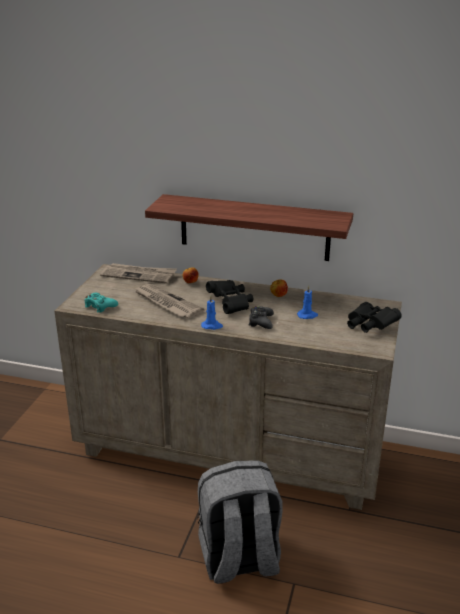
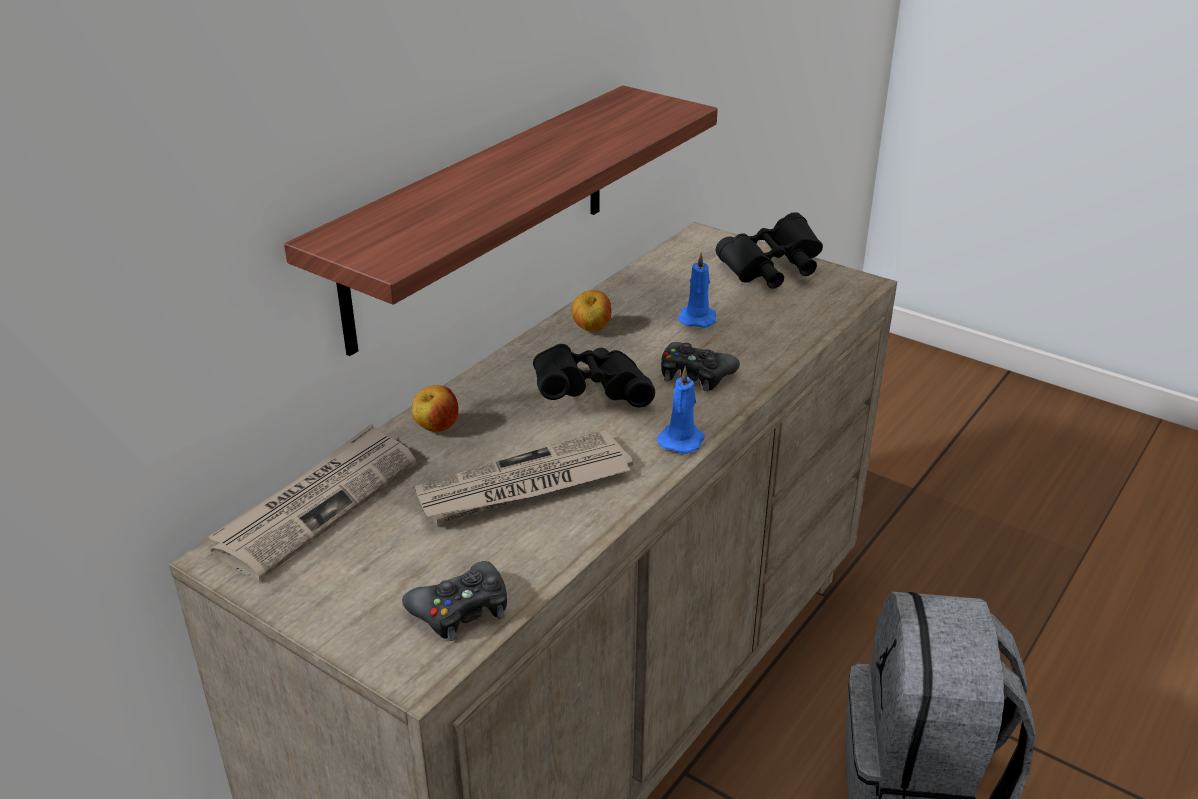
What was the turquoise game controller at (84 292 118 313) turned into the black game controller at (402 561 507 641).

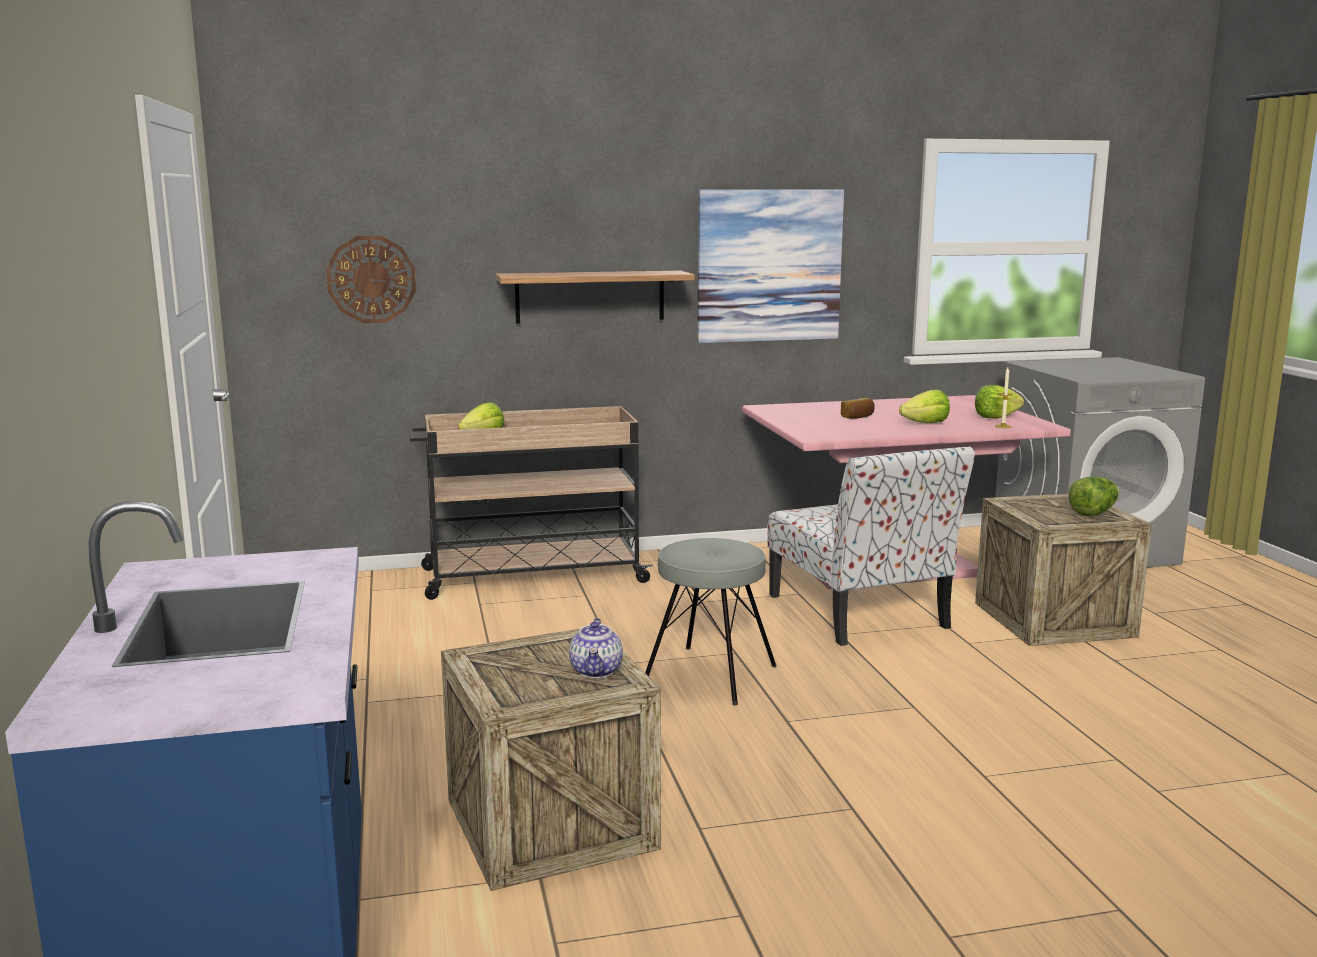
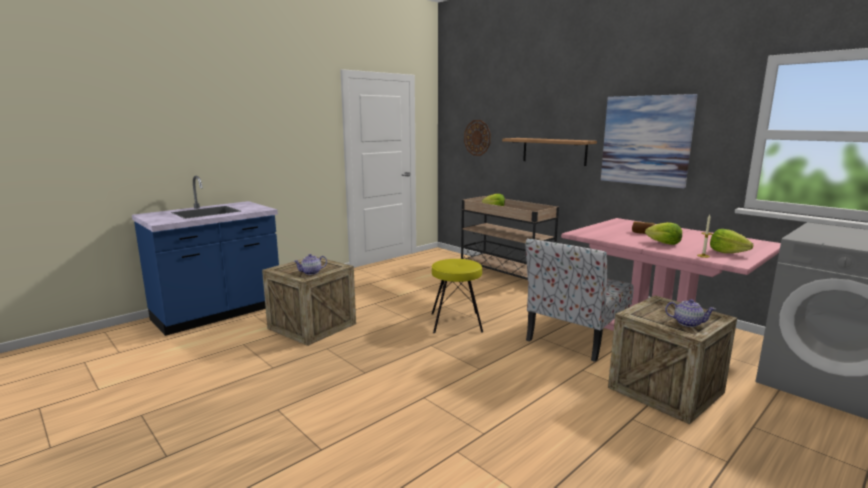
Where the lettuce stood at (1069 476 1119 516), the teapot came to stand at (665 299 716 327).
What was the grey stool at (645 538 777 706) turned into the yellow stool at (432 259 483 333).

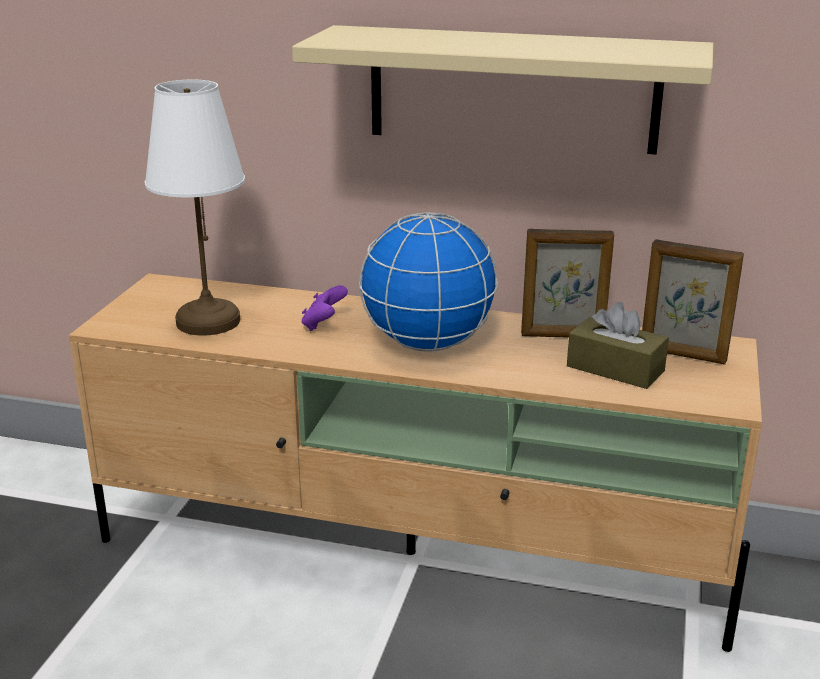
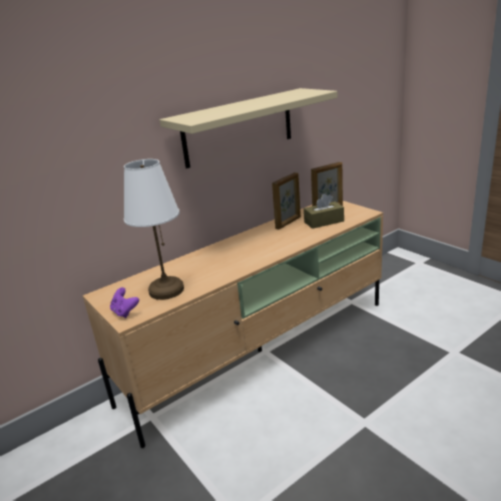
The second view lost the globe at (359 212 498 352).
The purple game controller ended up elsewhere, having gone from (302 285 348 331) to (110 287 139 318).

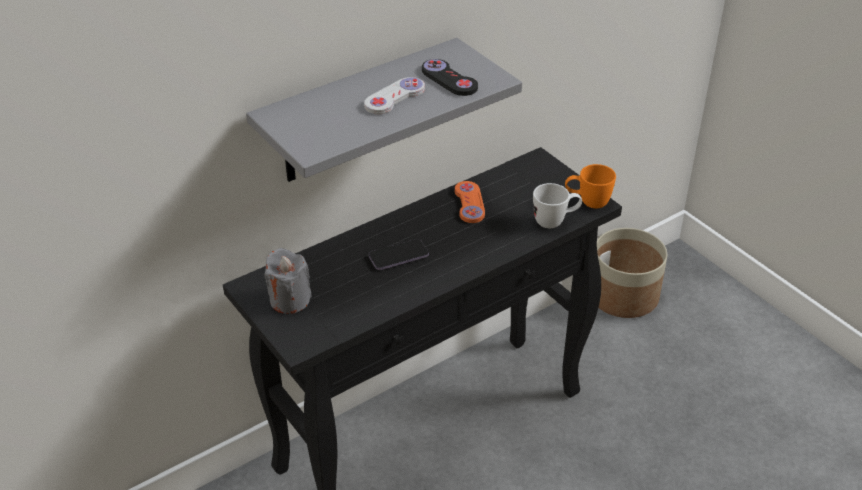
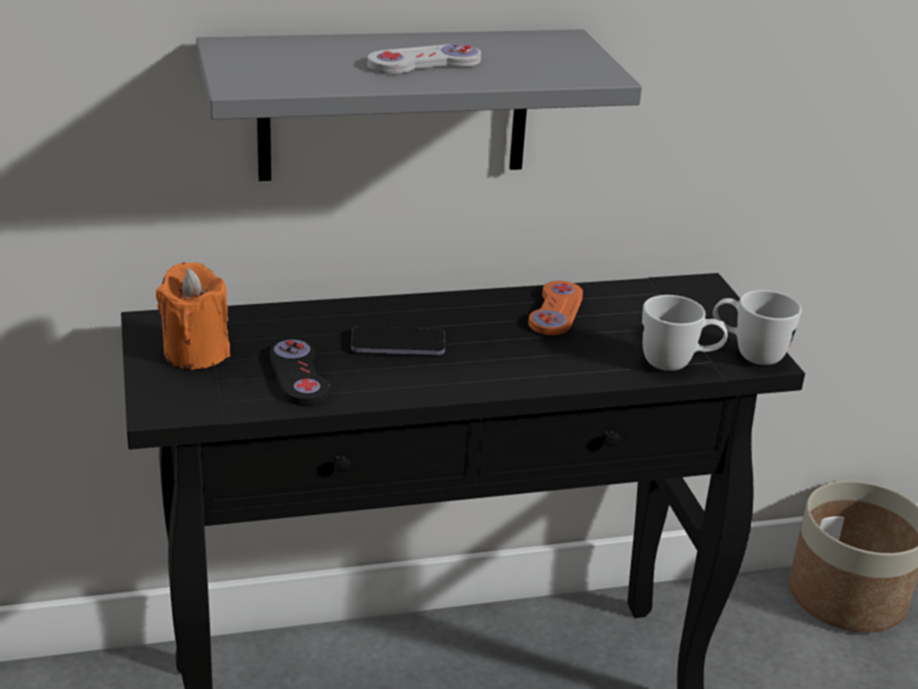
The black game controller ended up elsewhere, having gone from (422 59 478 96) to (270 339 330 406).
What was the grey candle at (264 248 312 314) turned into the orange candle at (156 262 230 370).
What was the orange mug at (565 164 616 208) turned into the white mug at (713 290 802 365).

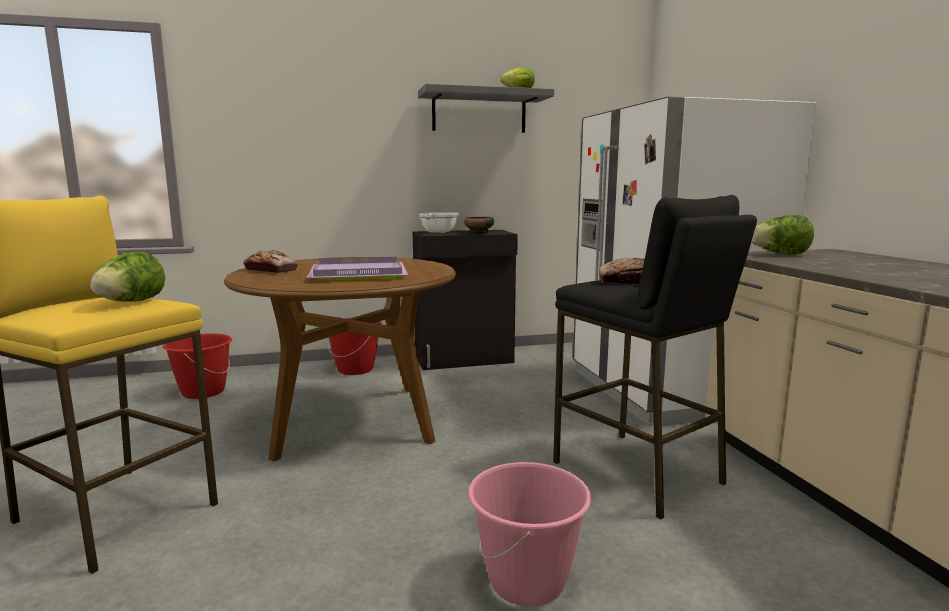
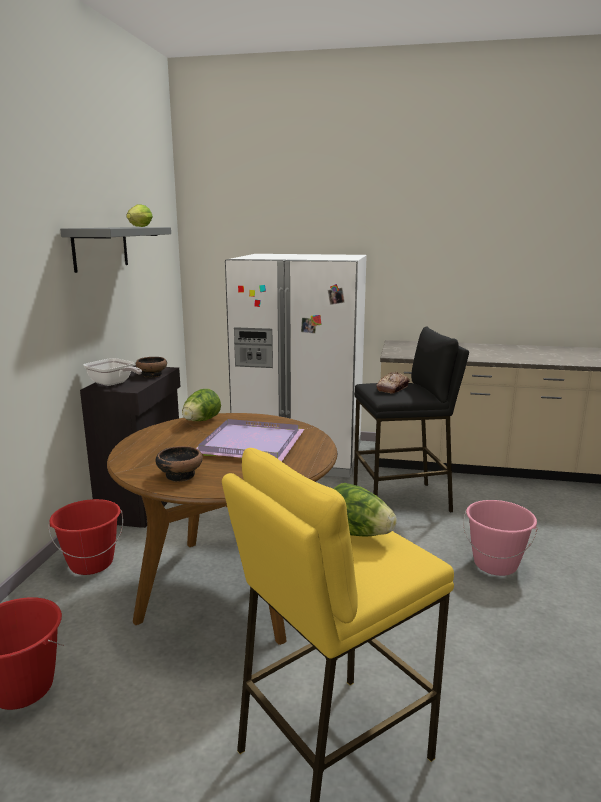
The lettuce ended up elsewhere, having gone from (751 215 814 255) to (182 389 221 421).
Where the bread stood at (243 250 298 273), the bowl came to stand at (156 446 203 482).

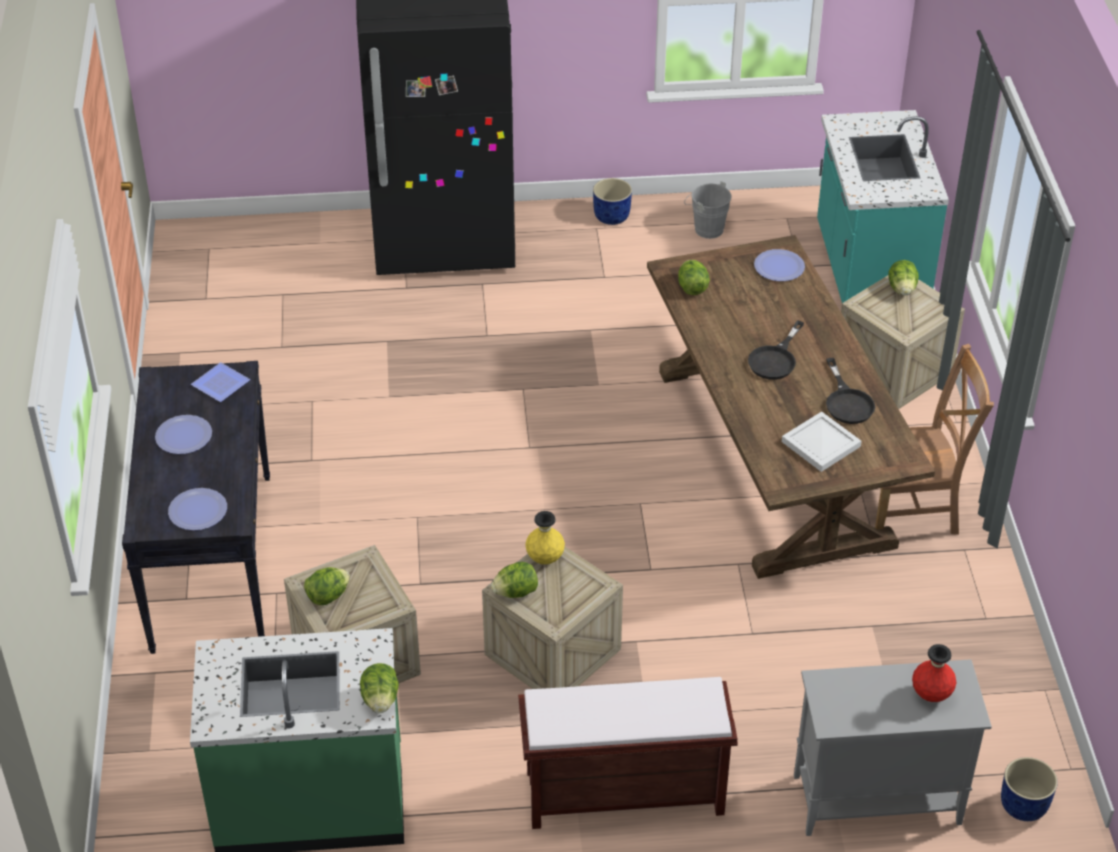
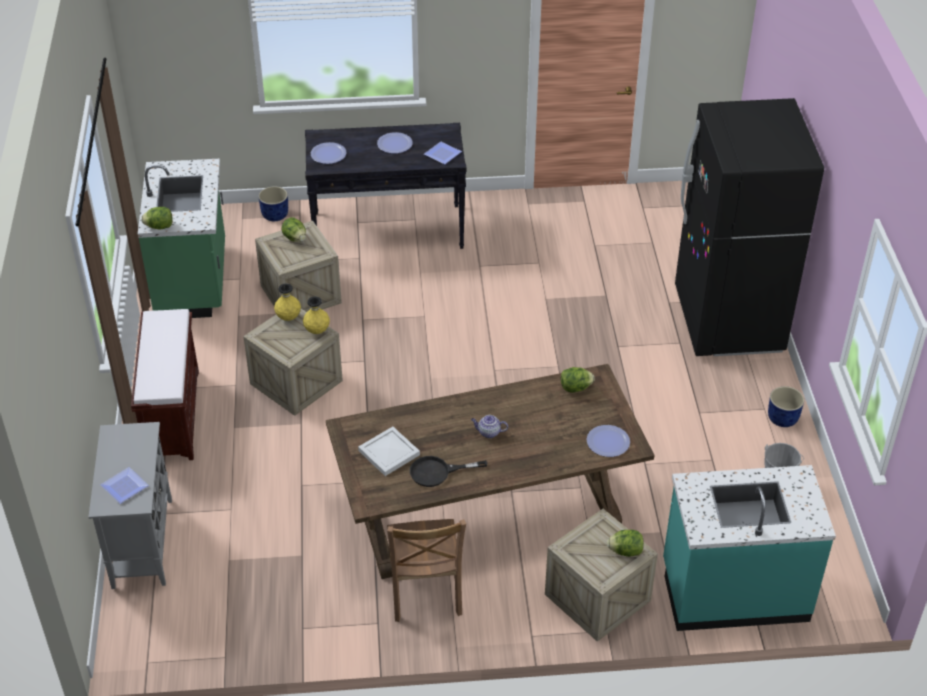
The blue planter ended up elsewhere, having gone from (1001 757 1058 821) to (258 186 288 221).
Where the lettuce stood at (491 562 538 598), the yellow vase came to stand at (274 283 301 321).
Where the black frying pan stood at (748 320 804 380), the teapot came to stand at (471 415 508 438).
Where the red vase stood at (912 644 956 702), the plate came to stand at (100 467 149 504).

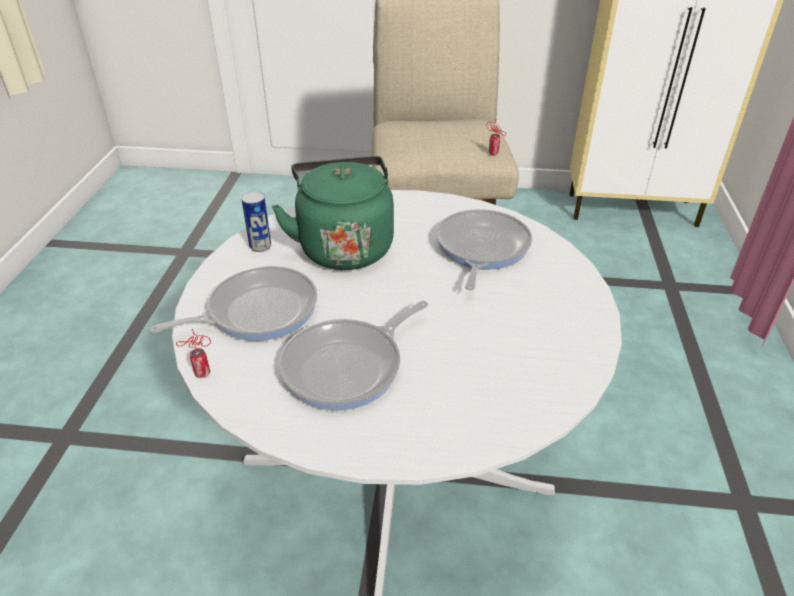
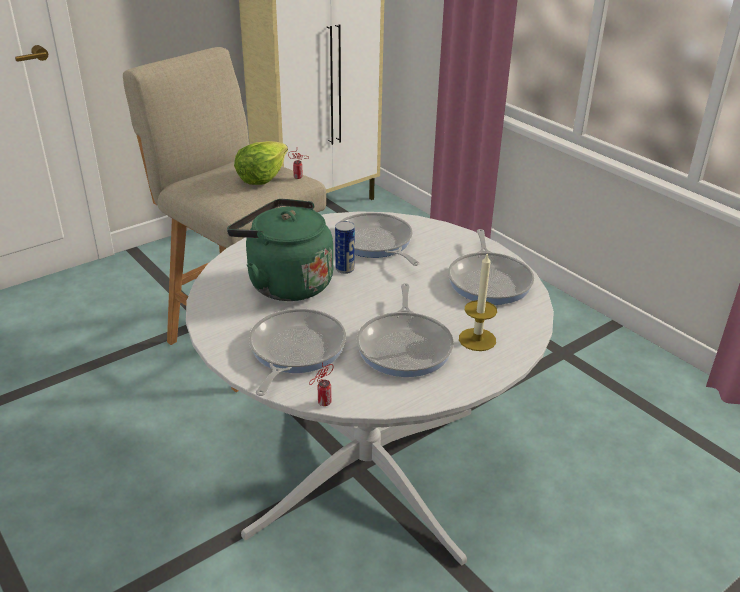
The second view gained the lettuce at (234 141 288 185).
The second view gained the frying pan at (448 229 534 305).
The second view gained the candle at (459 252 497 351).
The can ended up elsewhere, having gone from (241 191 271 252) to (335 221 355 274).

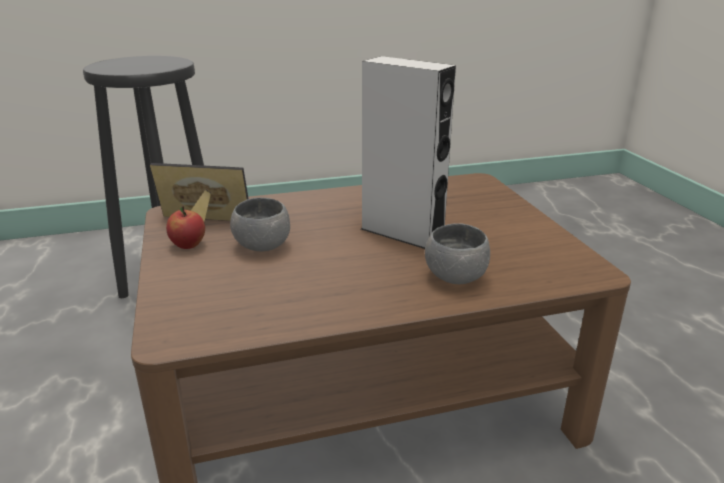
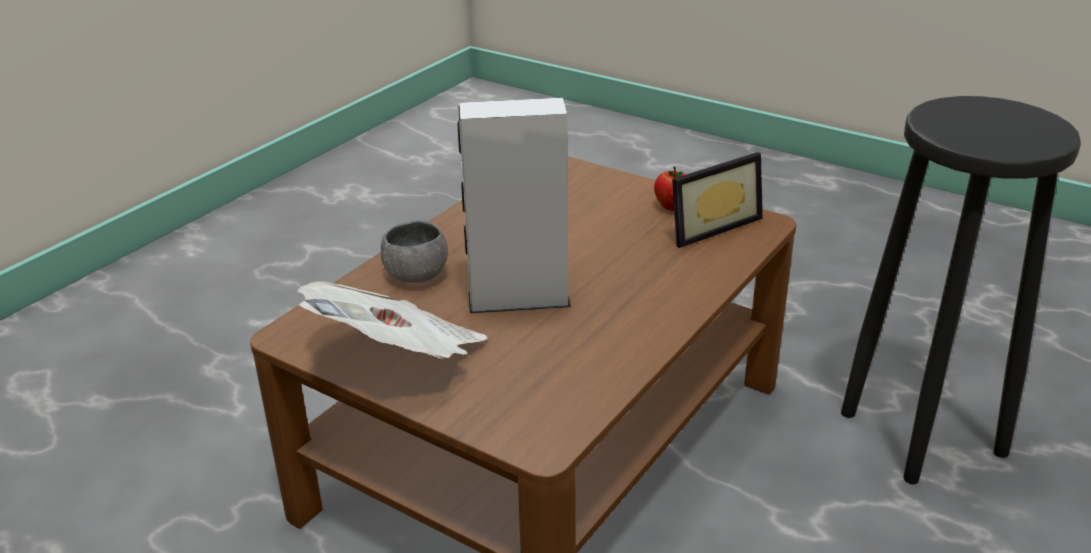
The second view lost the grey bowl at (230 197 290 251).
The second view gained the newspaper at (297 281 488 359).

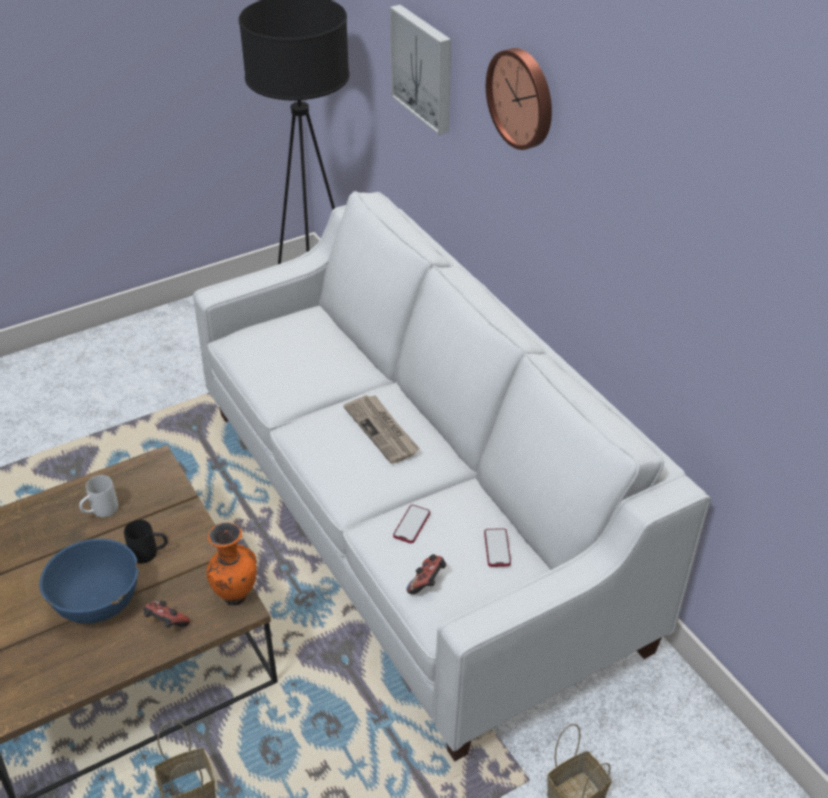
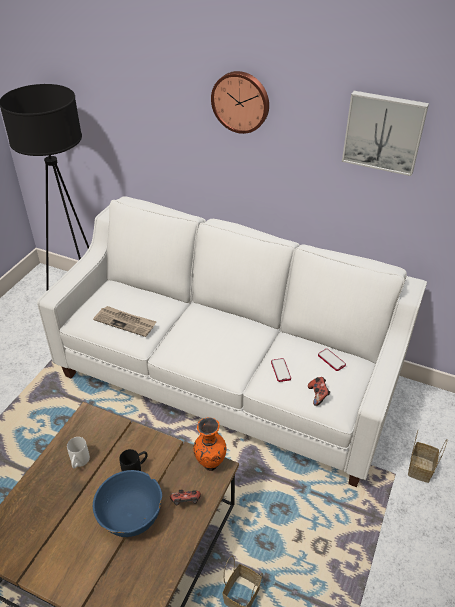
The newspaper ended up elsewhere, having gone from (343 395 420 464) to (93 306 157 337).
The picture ended up elsewhere, having gone from (390 5 451 135) to (342 91 429 176).

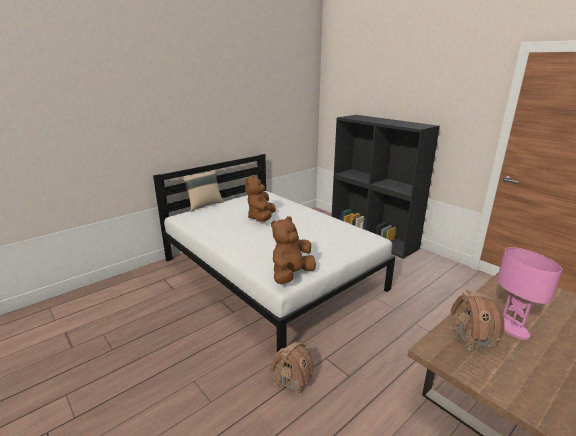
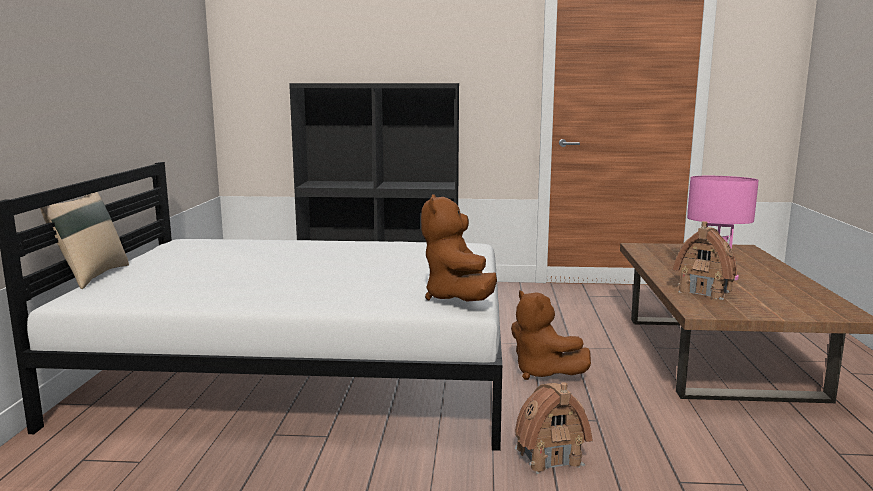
The brown plush toy ended up elsewhere, having gone from (245 175 276 222) to (511 290 591 380).

